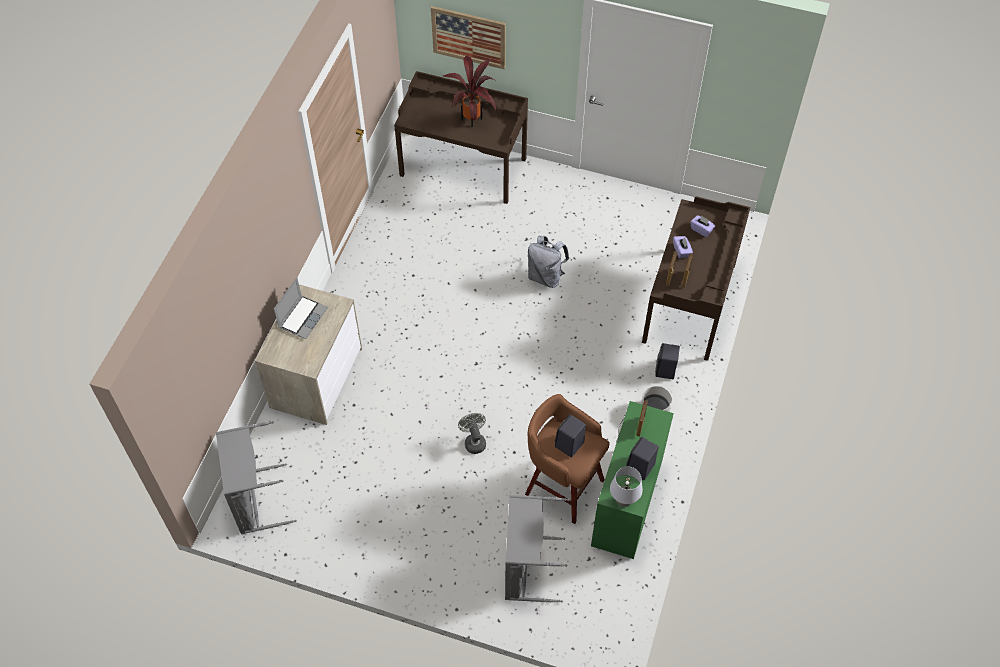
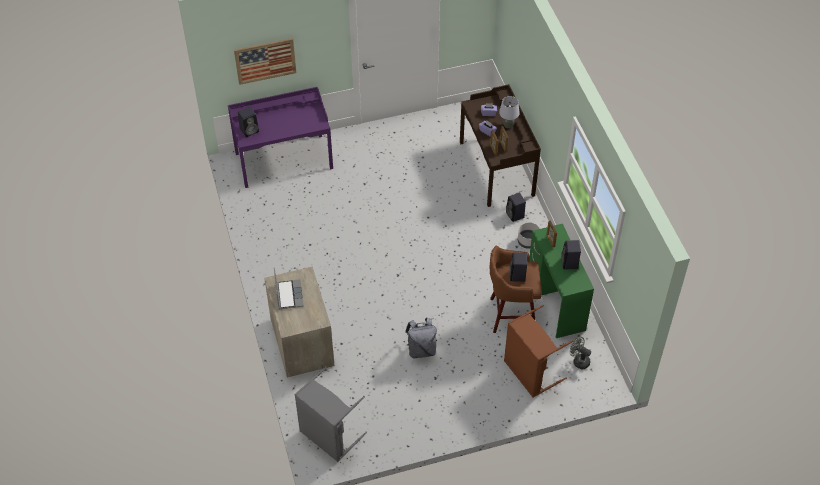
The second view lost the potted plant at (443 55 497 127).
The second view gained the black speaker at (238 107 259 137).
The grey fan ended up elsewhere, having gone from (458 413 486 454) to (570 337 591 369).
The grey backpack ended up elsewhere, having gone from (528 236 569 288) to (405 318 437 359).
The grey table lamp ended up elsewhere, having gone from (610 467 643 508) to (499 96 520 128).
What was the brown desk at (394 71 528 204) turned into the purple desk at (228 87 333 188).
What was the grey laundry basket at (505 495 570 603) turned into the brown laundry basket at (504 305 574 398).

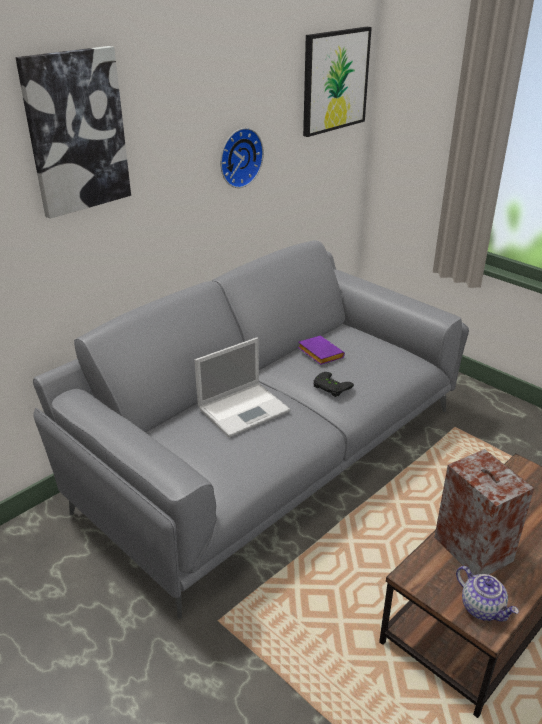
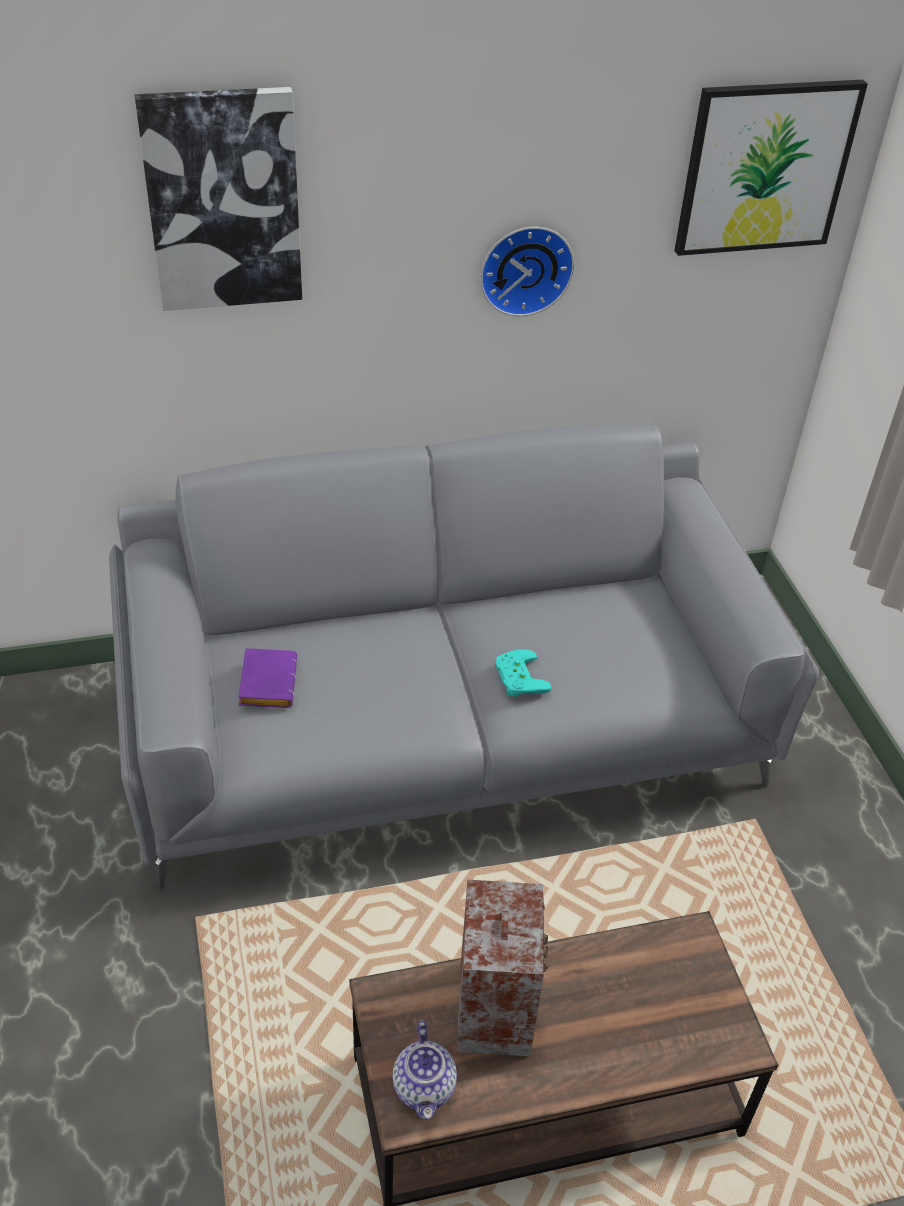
The second view lost the laptop at (195 337 290 437).
The purple book ended up elsewhere, having gone from (298 336 345 365) to (239 648 297 708).
What was the black game controller at (314 372 354 397) turned into the turquoise game controller at (495 649 552 697).

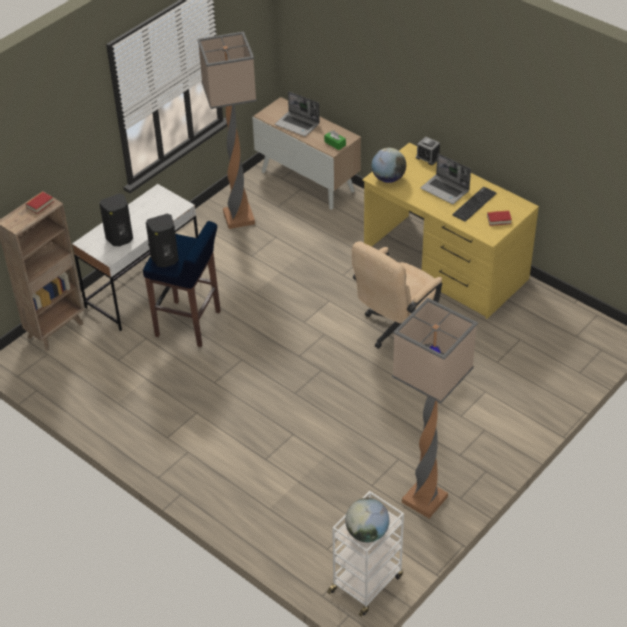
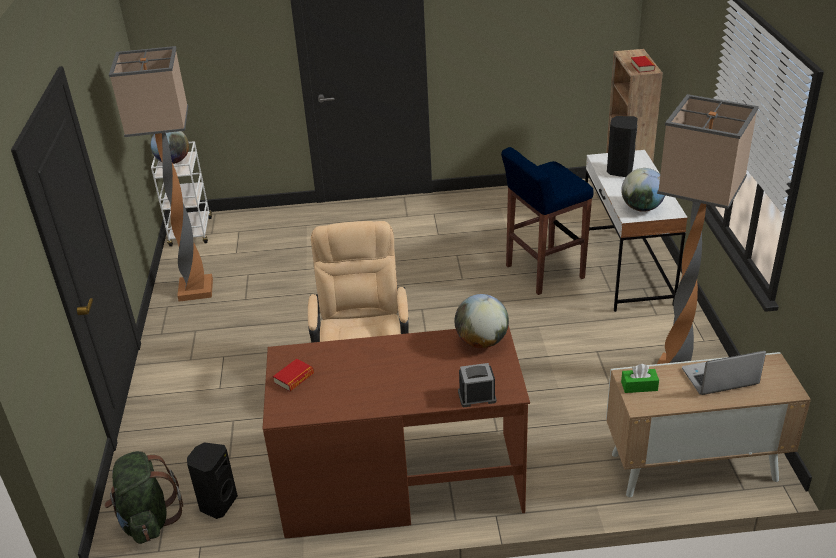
The second view lost the laptop at (421 154 471 204).
The second view lost the keyboard at (452 187 497 222).
The second view gained the green backpack at (105 451 183 544).
The second view gained the globe at (621 168 665 212).
The black speaker ended up elsewhere, having gone from (146 214 179 267) to (187 442 238 519).
What was the yellow desk at (362 143 539 319) turned into the brown desk at (262 325 530 538).

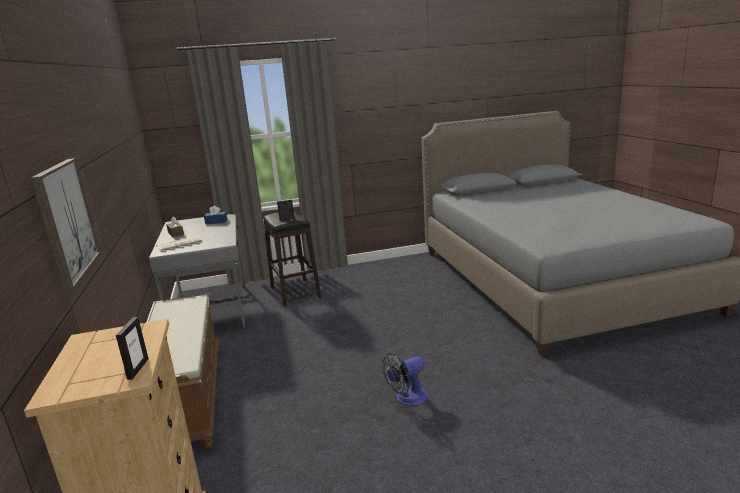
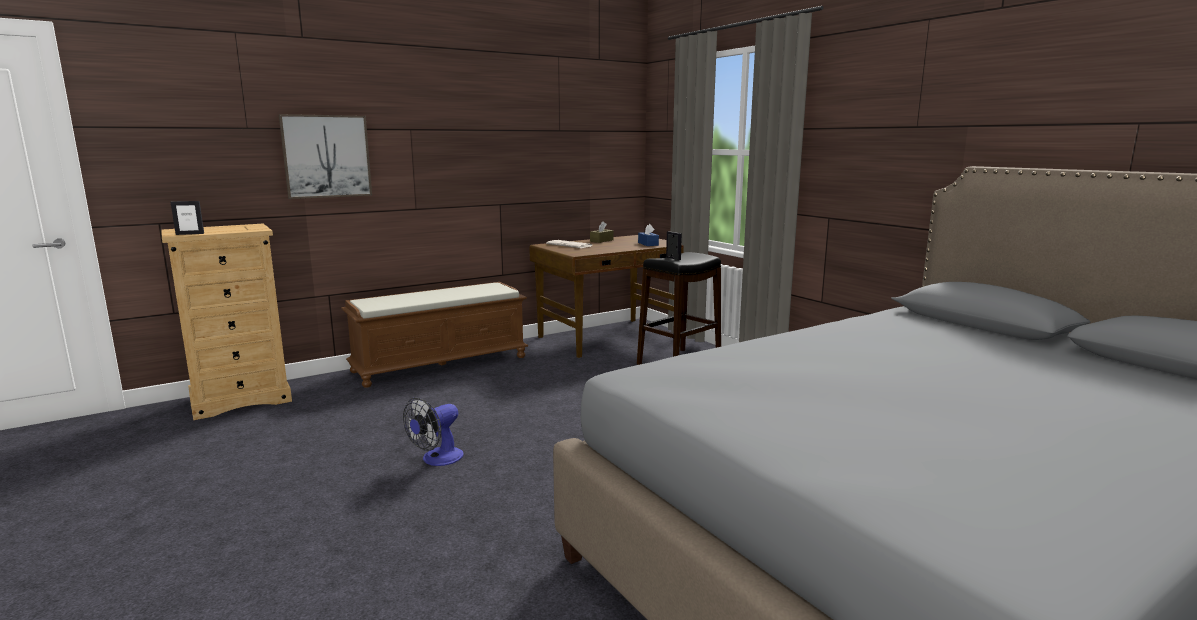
What was the grey desk at (149 214 246 328) turned into the brown desk at (529 235 684 358).
The fan at (382 353 428 406) ended up facing another way, 90 degrees counterclockwise from before.

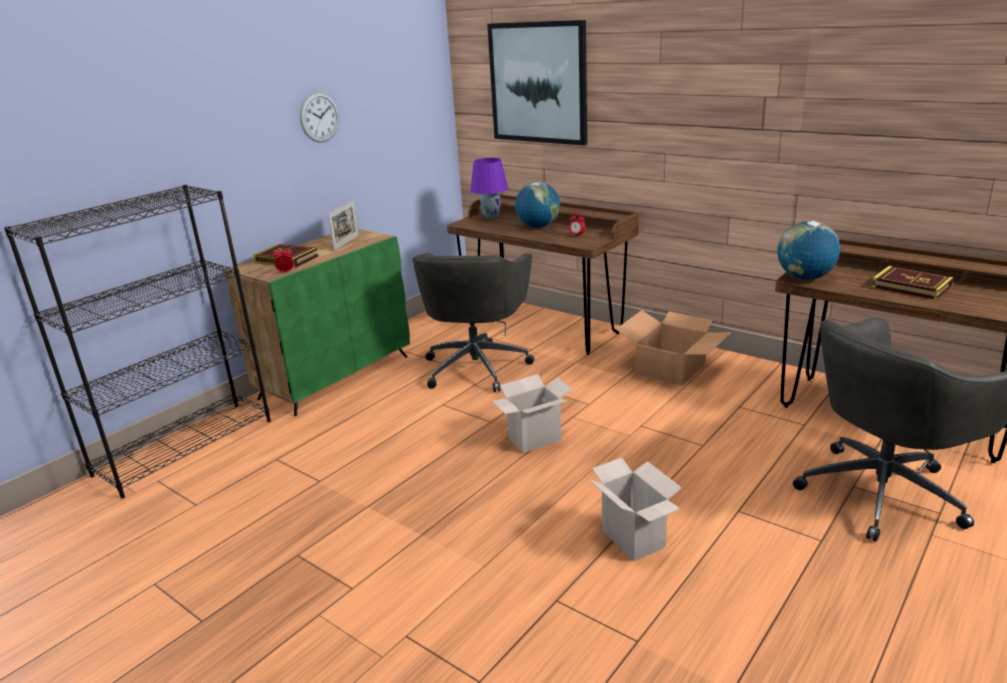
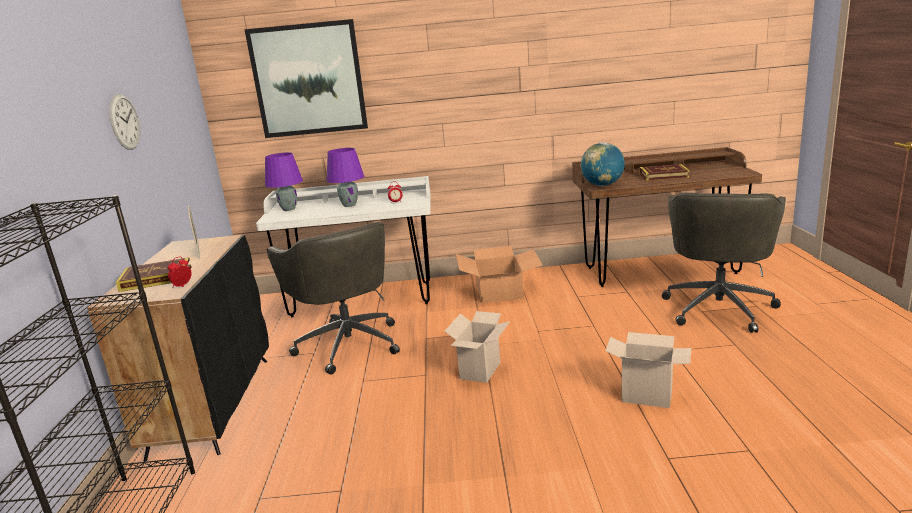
Where the globe stood at (515 182 560 228), the purple table lamp came to stand at (327 148 364 207).
What was the green cabinet at (225 229 410 416) turned into the black cabinet at (87 235 269 462).
What was the brown desk at (447 194 639 355) turned into the white desk at (256 176 431 317).

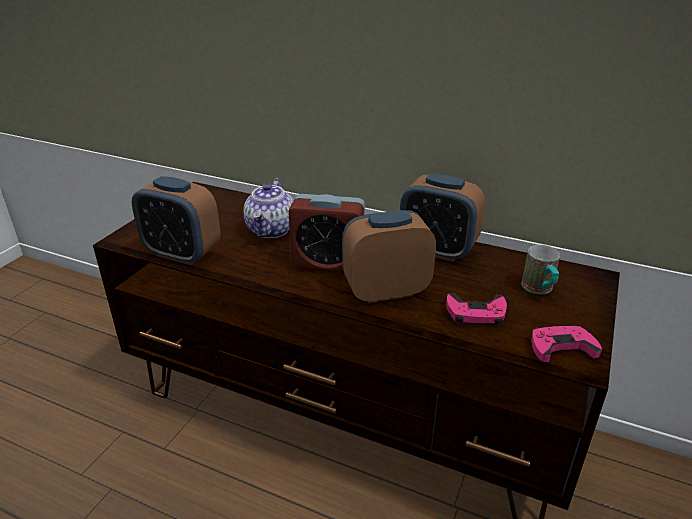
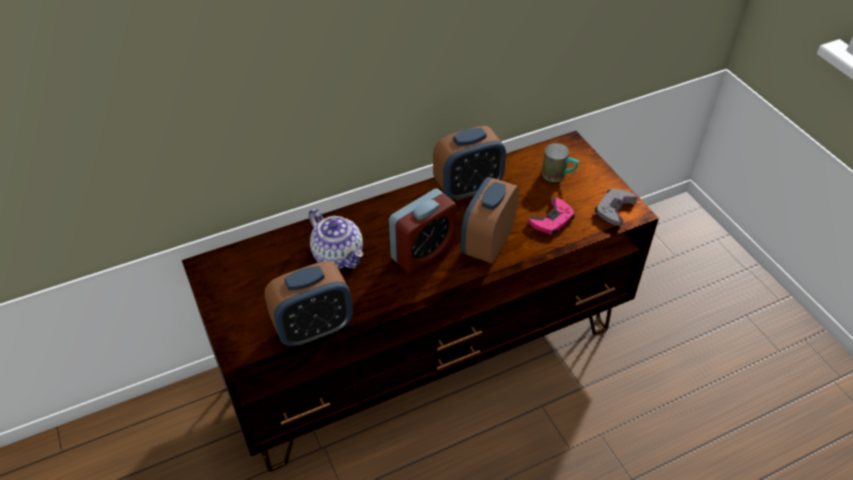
What was the pink game controller at (531 325 602 362) turned into the grey game controller at (595 189 638 226).

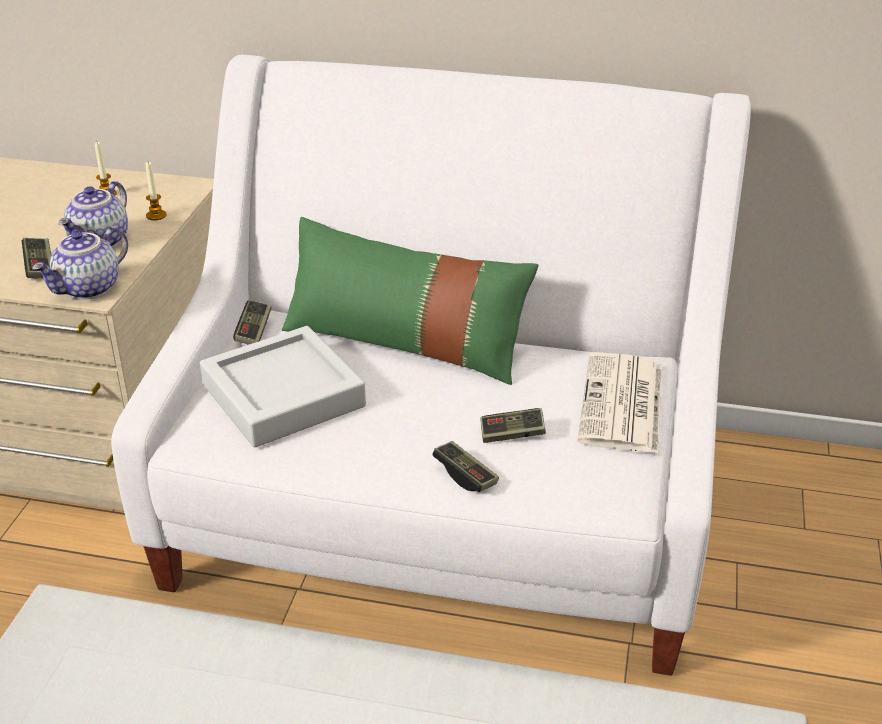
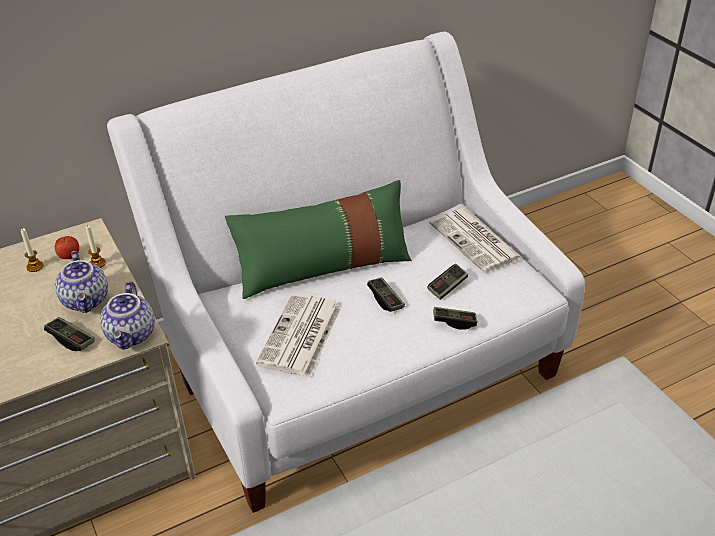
The second view gained the apple at (55 236 79 259).
The game controller ended up elsewhere, having gone from (233 299 272 345) to (367 277 405 312).
Where the grey tray stood at (200 326 366 447), the newspaper came to stand at (256 293 342 378).

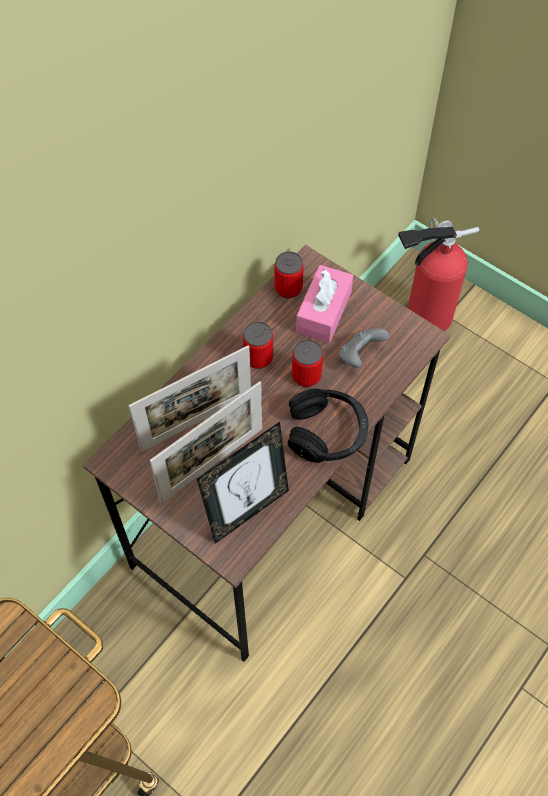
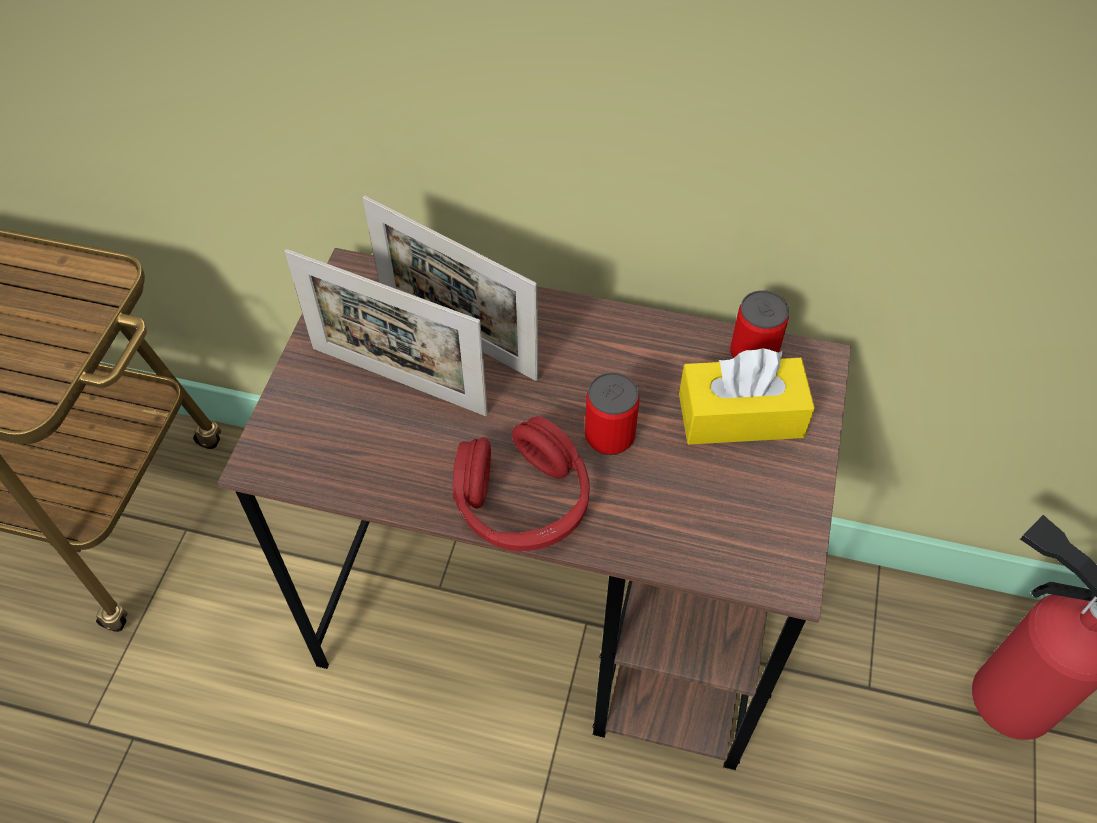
The second view lost the picture frame at (197 422 289 544).
The second view lost the can at (243 321 273 369).
The second view lost the grey game controller at (339 328 389 368).
What was the black headphones at (288 389 369 463) turned into the red headphones at (453 416 590 551).
What was the pink tissue box at (296 265 353 343) turned into the yellow tissue box at (679 348 815 445).

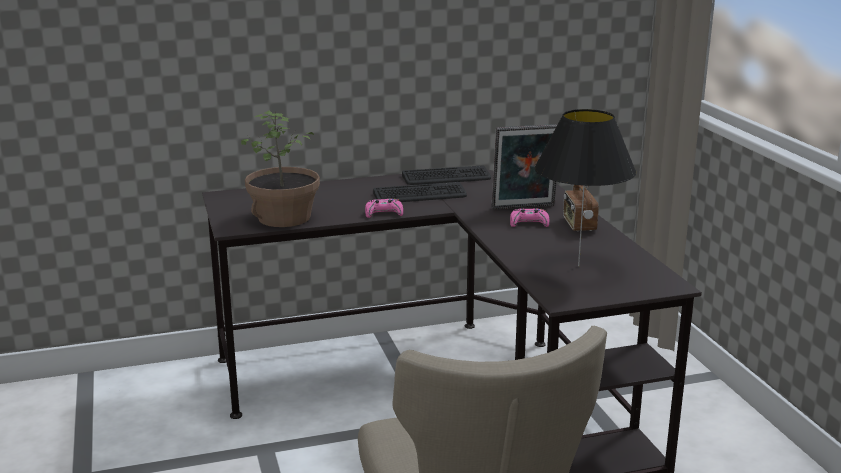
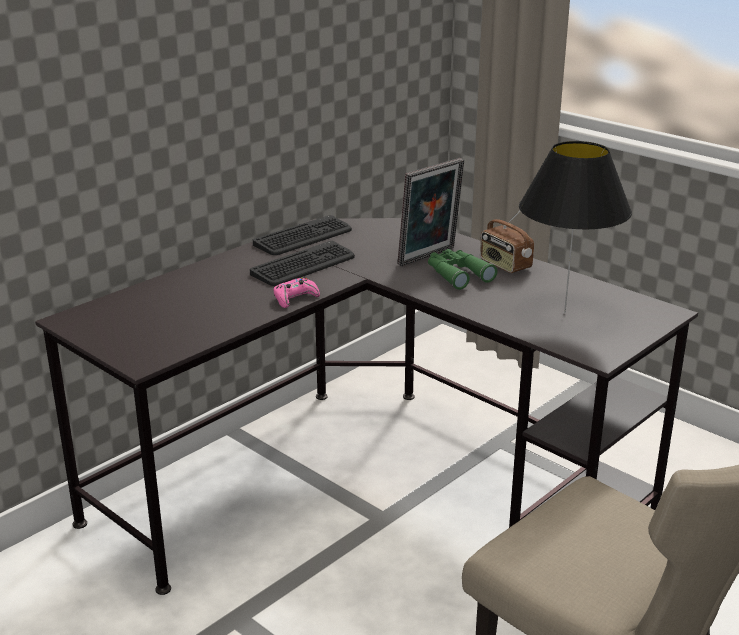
The second view lost the potted plant at (241 111 320 227).
Where the pink game controller stood at (510 209 549 227), the green binoculars came to stand at (428 249 497 290).

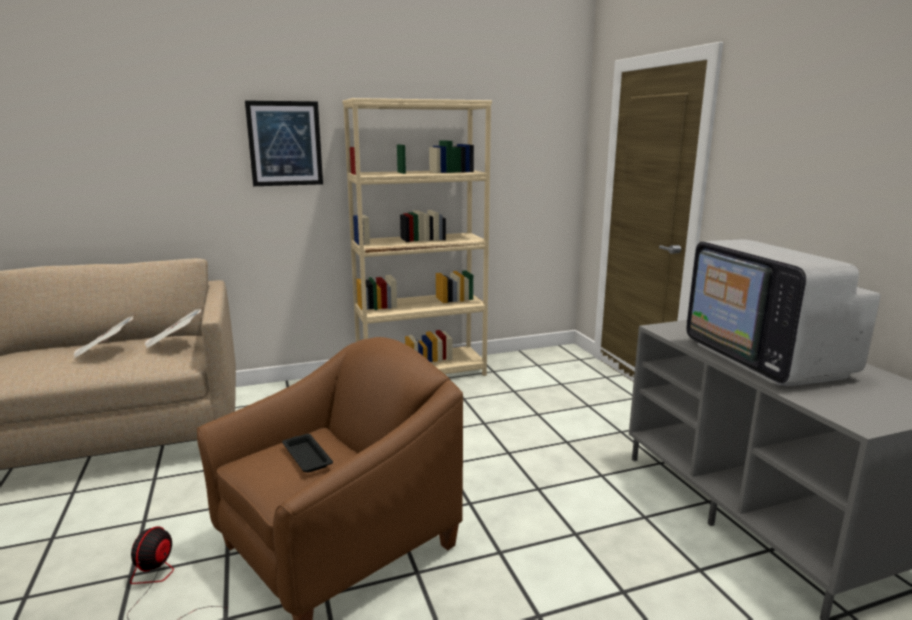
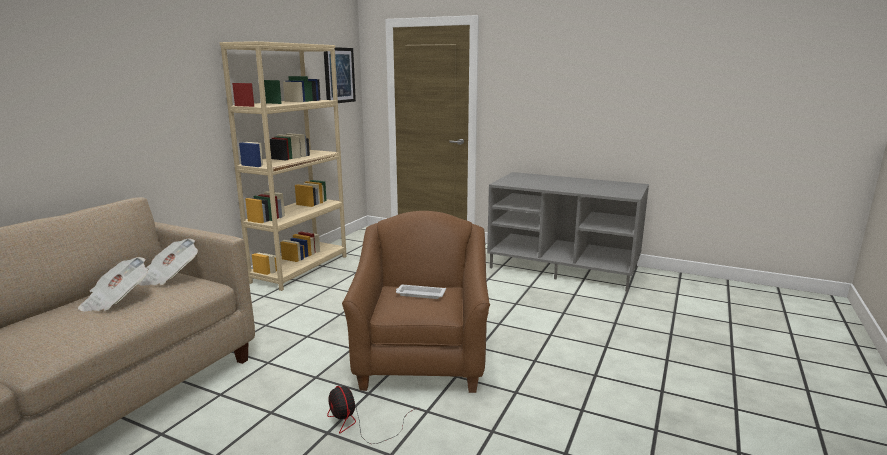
The second view lost the television at (686 239 880 386).
The picture ended up elsewhere, having gone from (245 100 323 186) to (324 47 356 103).
What was the black tray at (282 434 333 473) turned into the white tray at (396 285 446 299).

